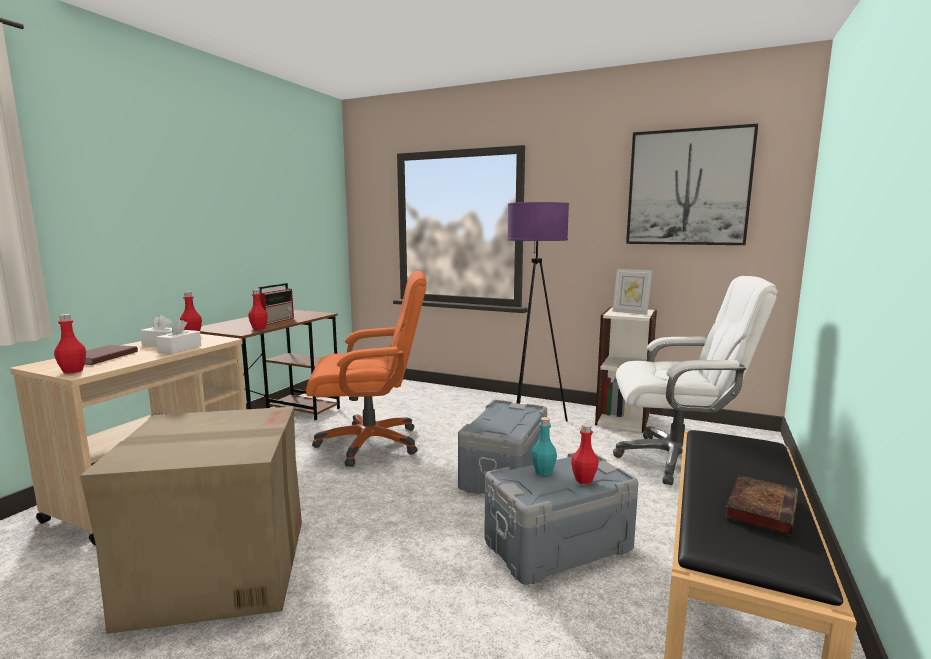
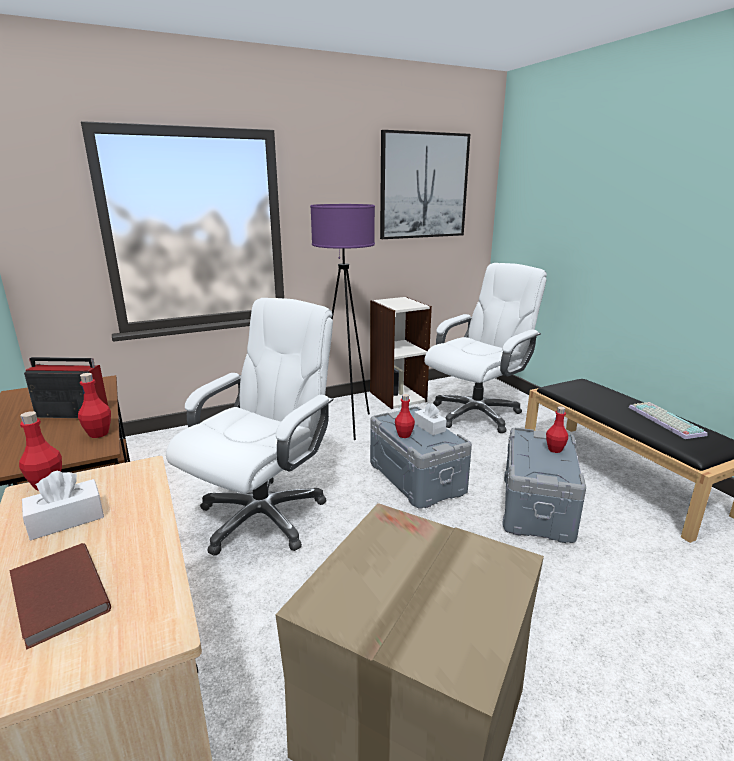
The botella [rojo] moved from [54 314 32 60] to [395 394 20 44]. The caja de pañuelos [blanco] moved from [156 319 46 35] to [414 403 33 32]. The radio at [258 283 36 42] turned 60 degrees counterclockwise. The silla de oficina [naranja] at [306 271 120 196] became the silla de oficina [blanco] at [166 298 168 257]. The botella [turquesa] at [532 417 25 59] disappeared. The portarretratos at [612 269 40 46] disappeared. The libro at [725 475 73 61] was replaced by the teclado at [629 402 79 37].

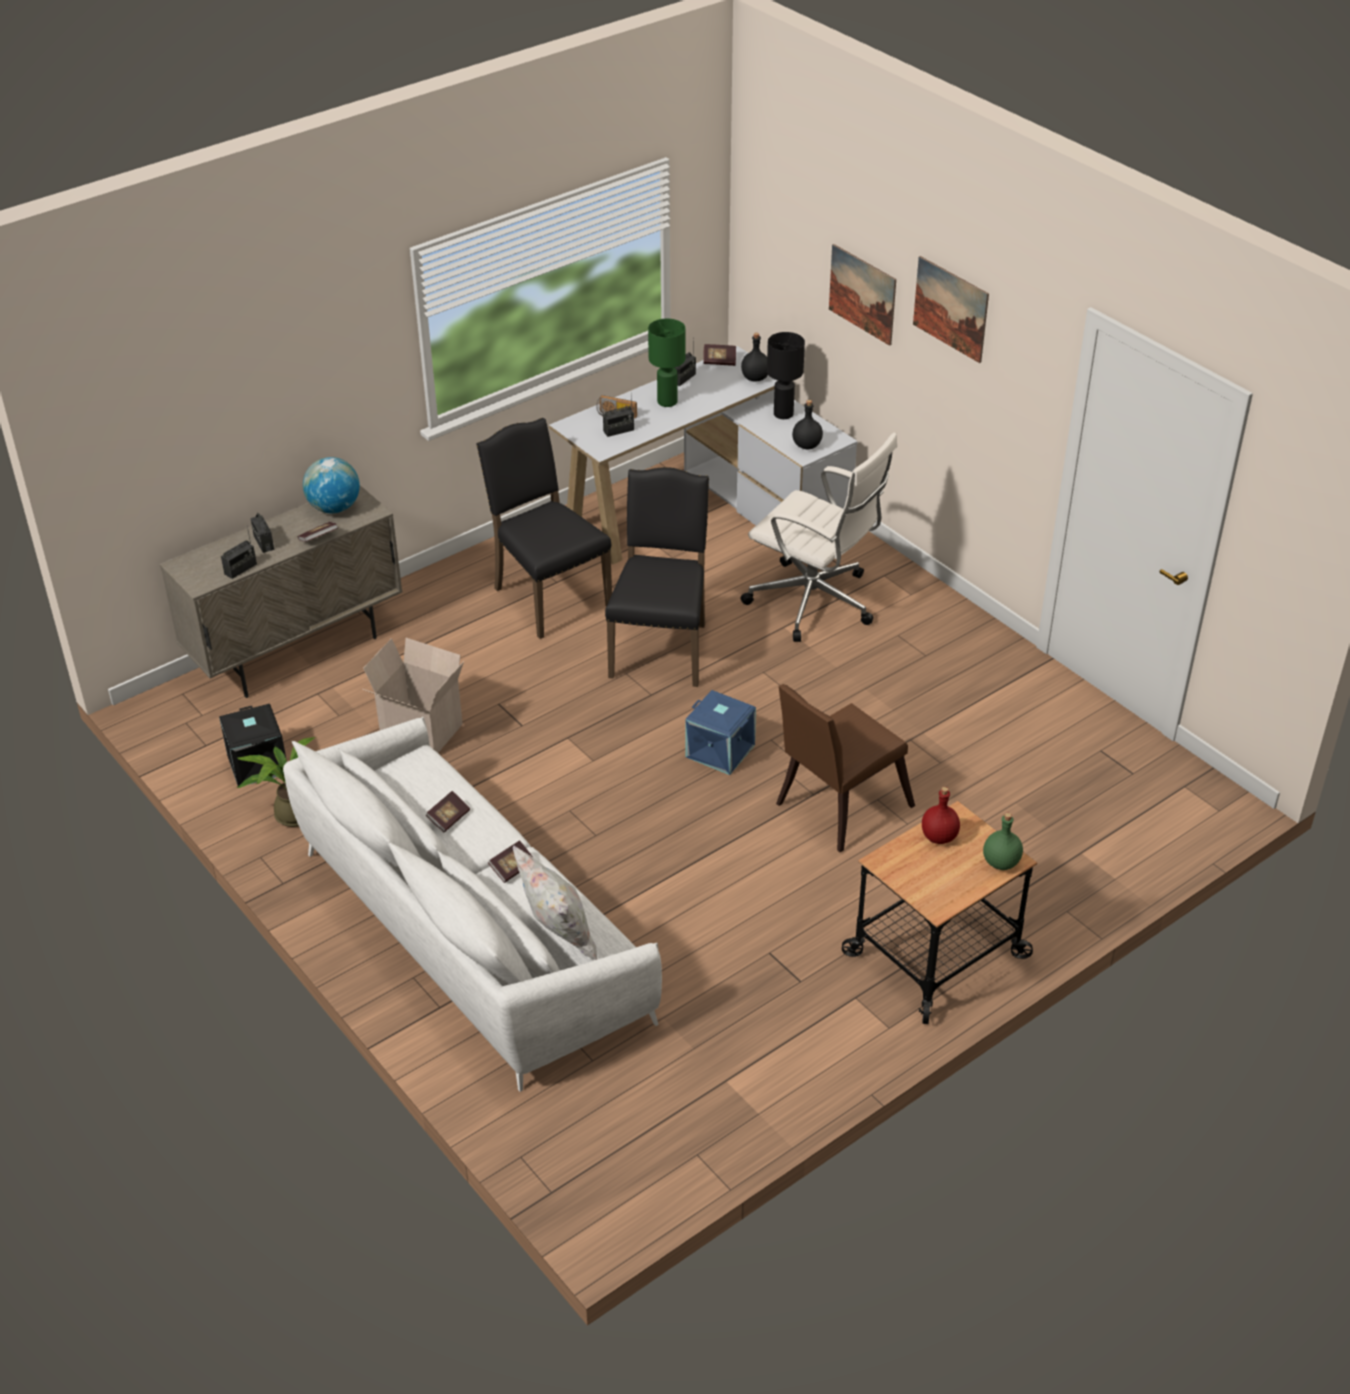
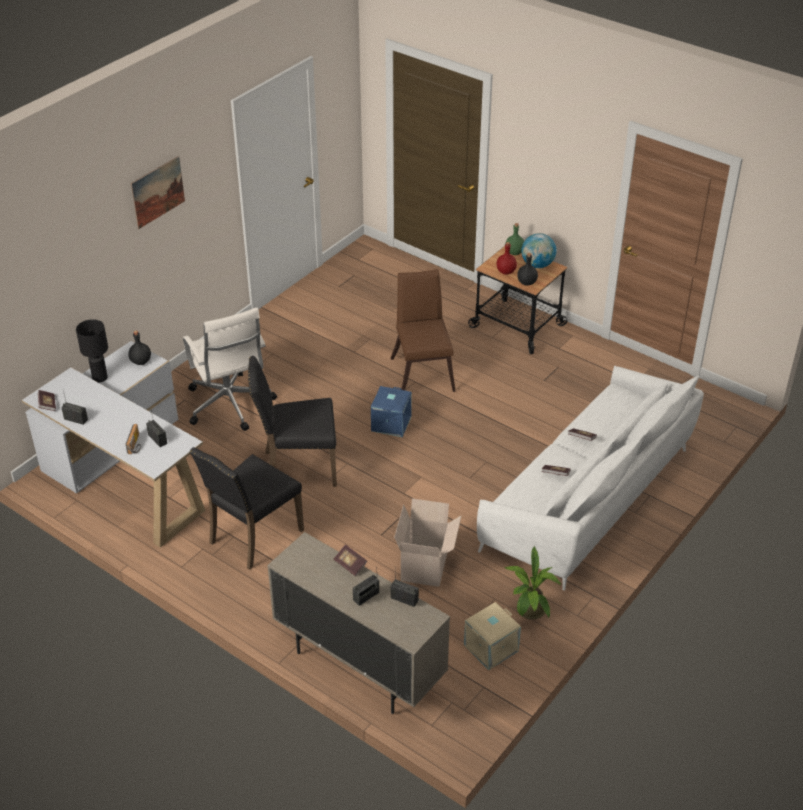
The caja de almacenaje [negro] at [219 704 67 82] became the caja de almacenaje [beis] at [464 602 57 68]. The globo terráqueo moved from [303 457 57 56] to [521 233 35 35]. The cojín [blanco] at [513 846 84 114] disappeared. The lámpara de mesa [verde] at [648 319 38 88] disappeared. The botella [negro] moved from [741 333 27 48] to [517 253 21 33]. The silla de oficina [blanco] at [741 433 156 209] turned 135 degrees clockwise. The silla [marrón] at [776 684 139 168] turned 135 degrees counterclockwise. The cuadro at [829 244 67 102] disappeared.

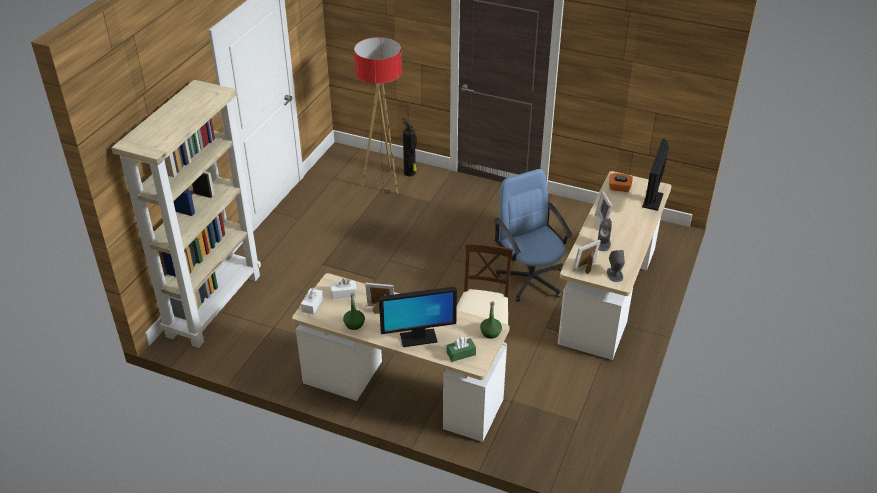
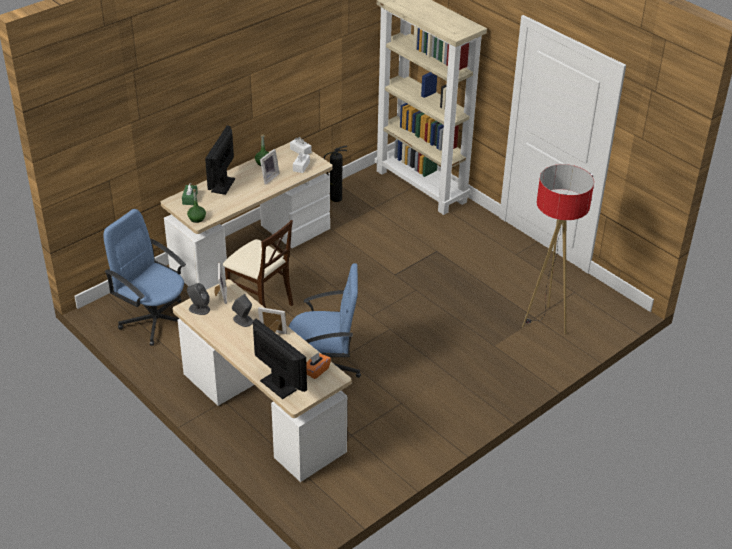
The extintor moved from [402 118 15 58] to [323 145 24 57]. The silla de oficina [azul] at [103 209 83 137] appeared.

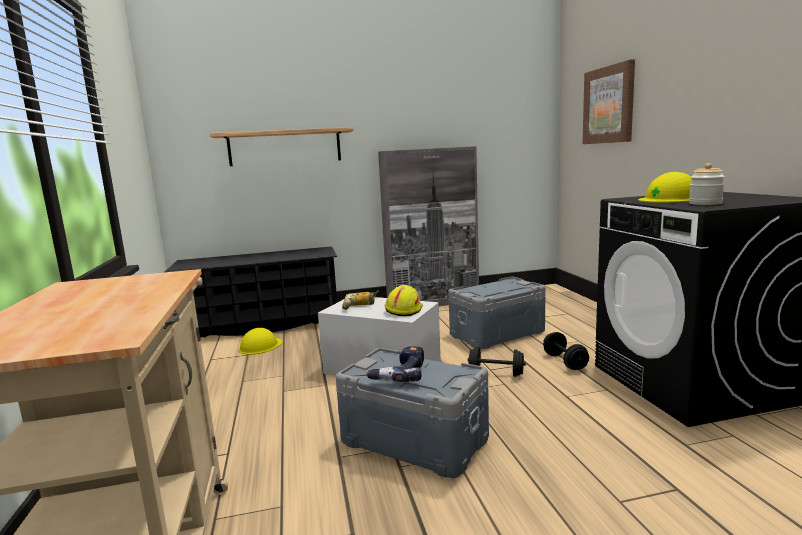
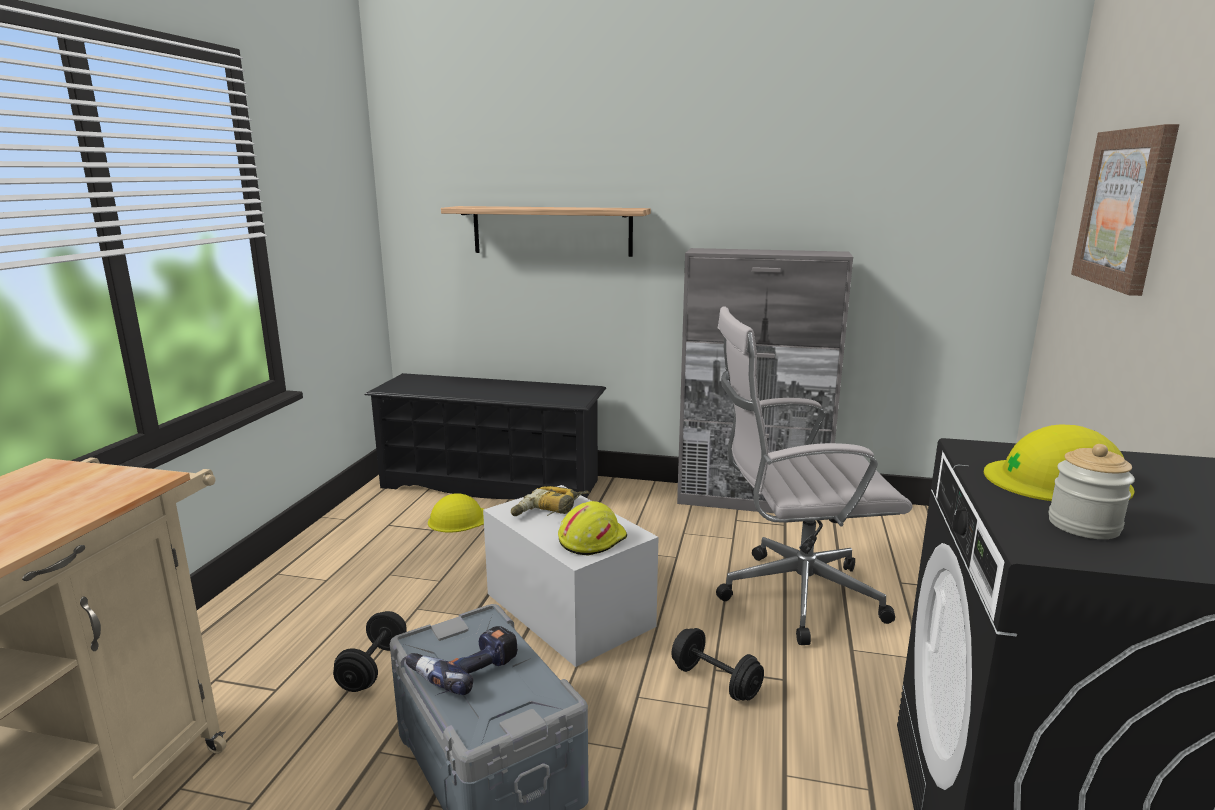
The caja de almacenaje [gris] at [448 276 98 73] was replaced by the silla de oficina [blanco] at [716 306 196 339]. The mancuerna [negro] moved from [543 332 46 38] to [333 611 73 81].

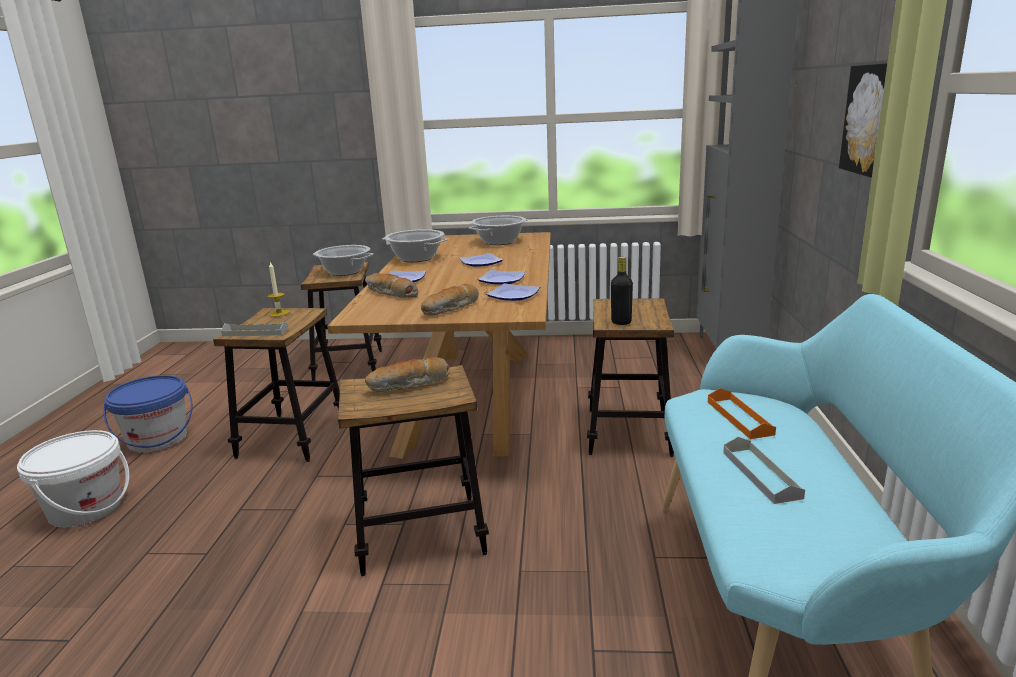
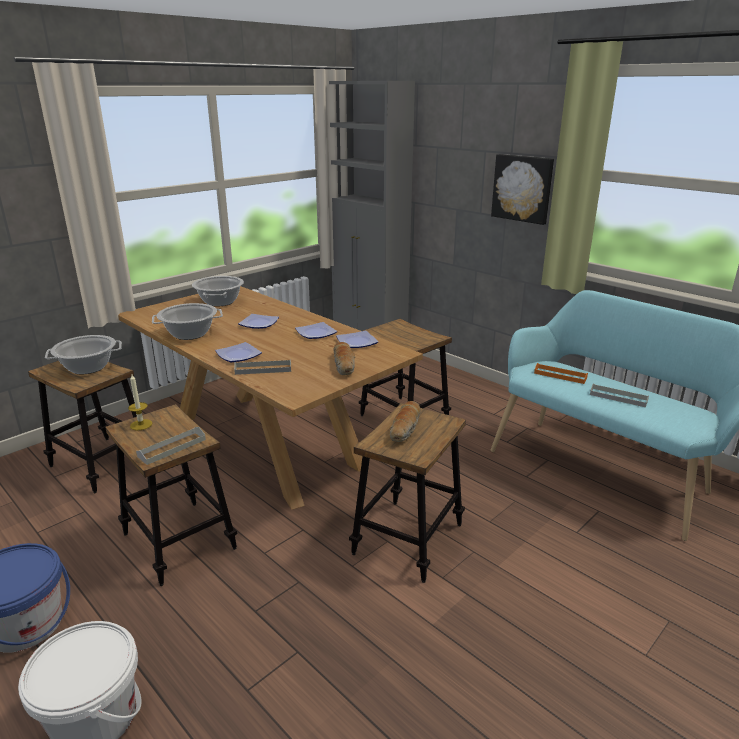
The pan at [365 273 53 25] was replaced by the bandeja [gris] at [234 359 57 16]. The botella [negro] at [611 257 22 68] disappeared.

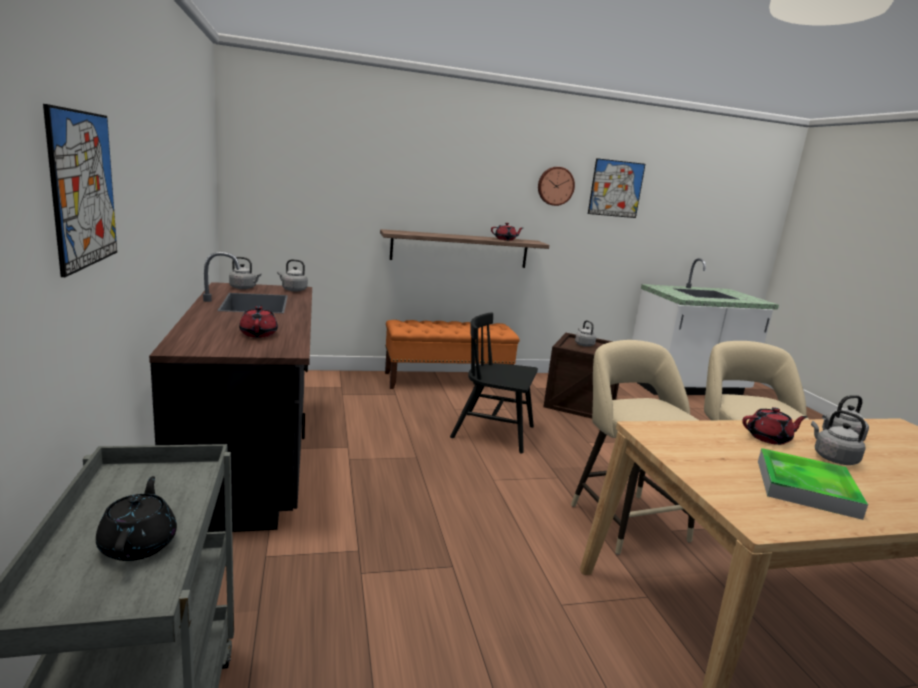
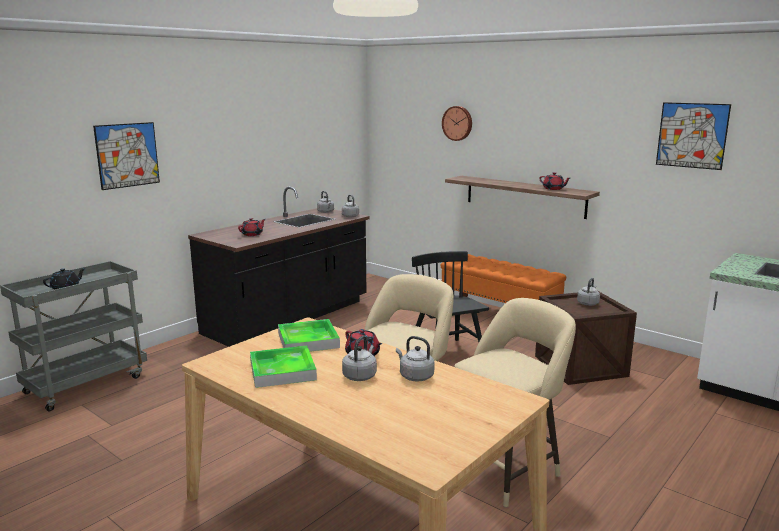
The reloj de pared moved from [538 167 37 39] to [442 106 30 35]. The bandeja at [278 319 62 33] appeared.

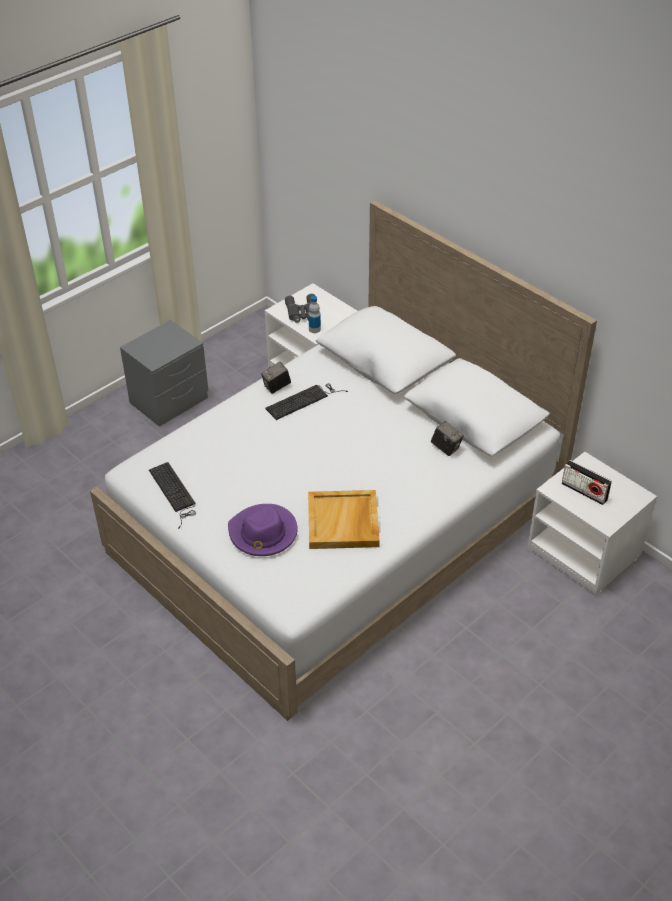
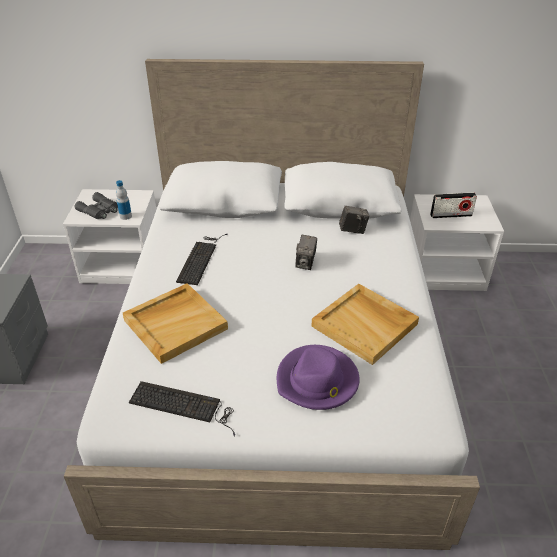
The cámara moved from [261 362 30 32] to [295 235 22 35]. The bandeja [beis] at [123 283 105 81] appeared.

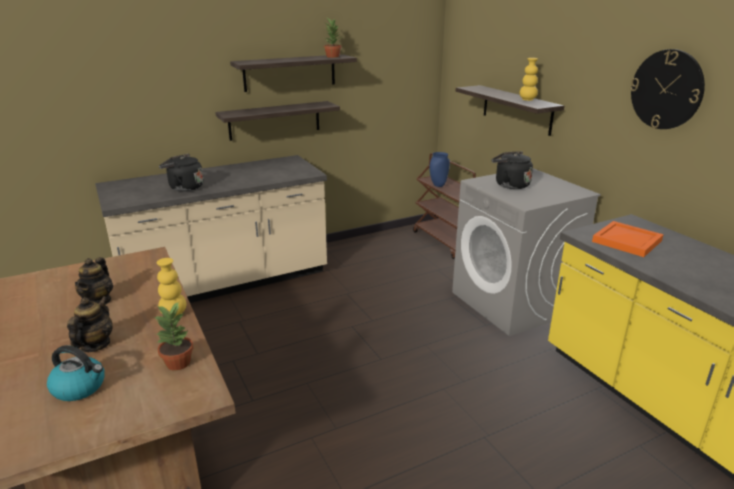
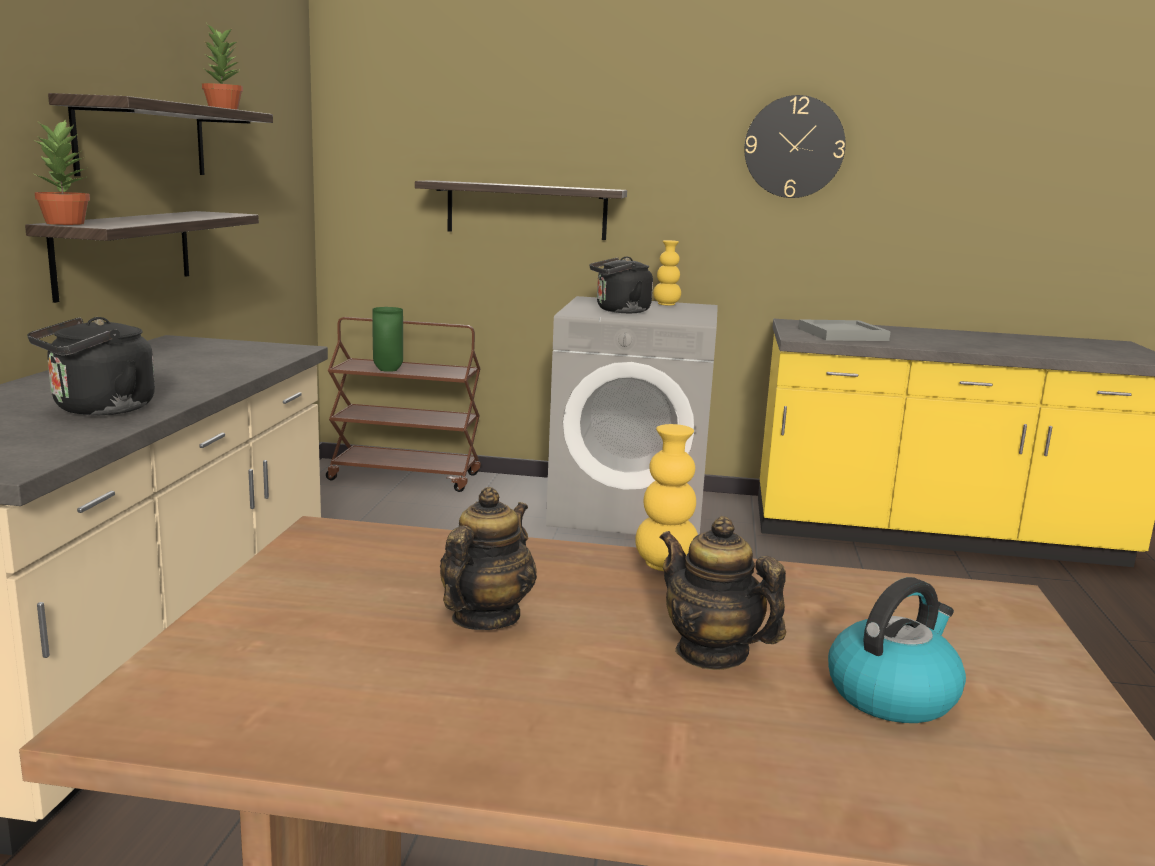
The tetera at [75 257 38 48] turned 105 degrees counterclockwise. The planta en maceta moved from [154 302 39 69] to [35 119 55 106]. The florero [azul] at [430 152 20 35] became the florero [verde] at [372 307 31 65]. The florero [amarillo] moved from [520 58 18 43] to [653 240 28 66]. The bandeja [naranja] at [592 221 72 36] became the bandeja [gris] at [798 319 93 22].

